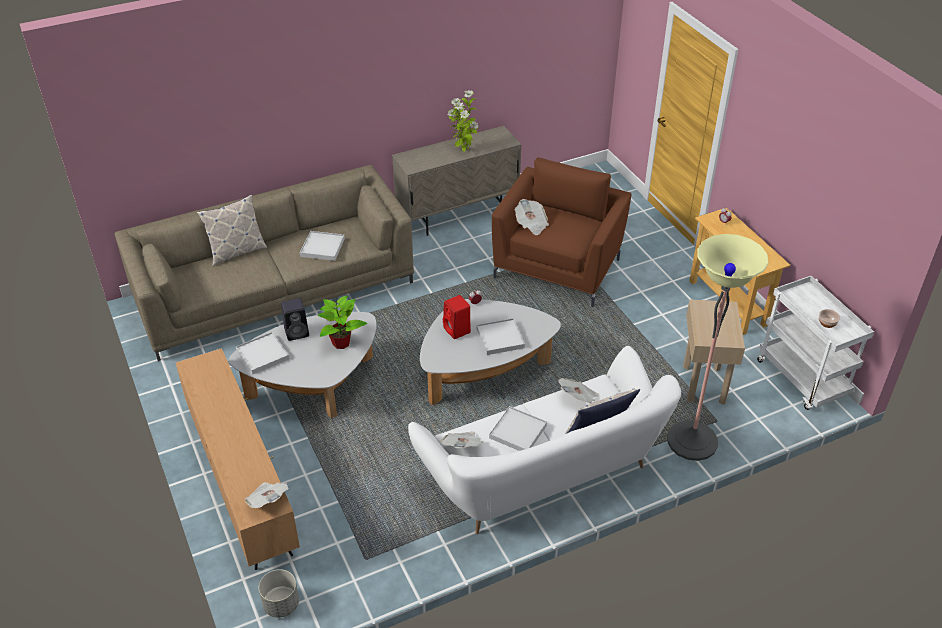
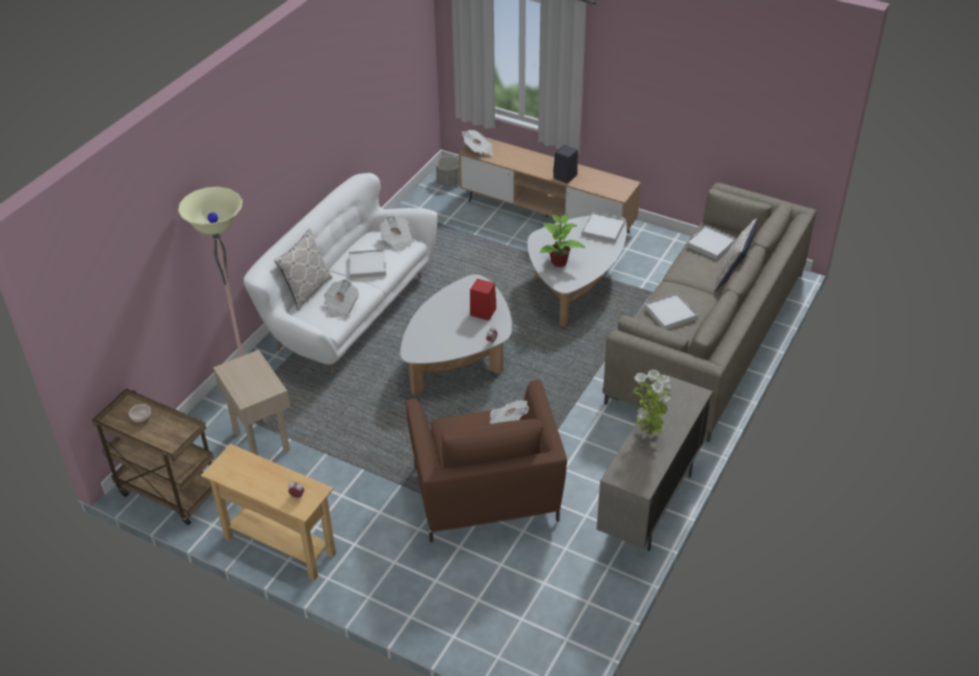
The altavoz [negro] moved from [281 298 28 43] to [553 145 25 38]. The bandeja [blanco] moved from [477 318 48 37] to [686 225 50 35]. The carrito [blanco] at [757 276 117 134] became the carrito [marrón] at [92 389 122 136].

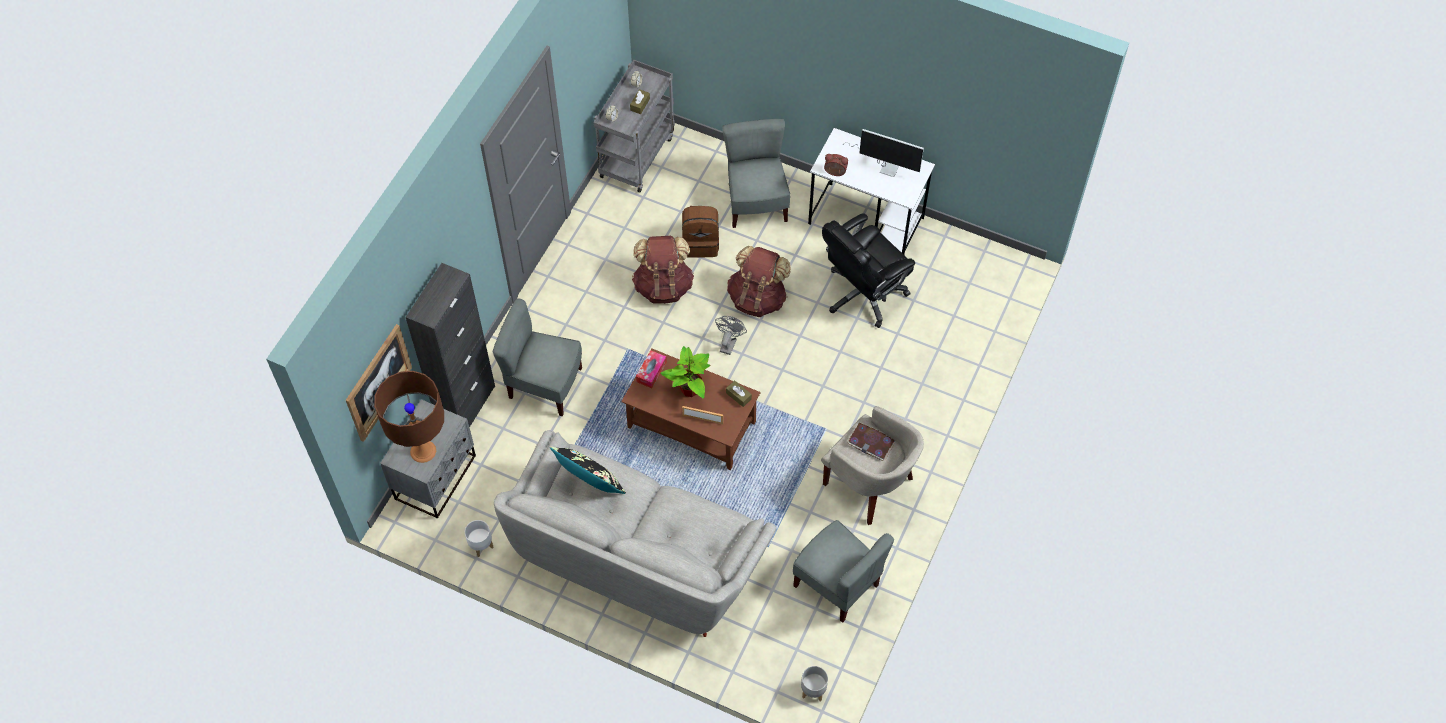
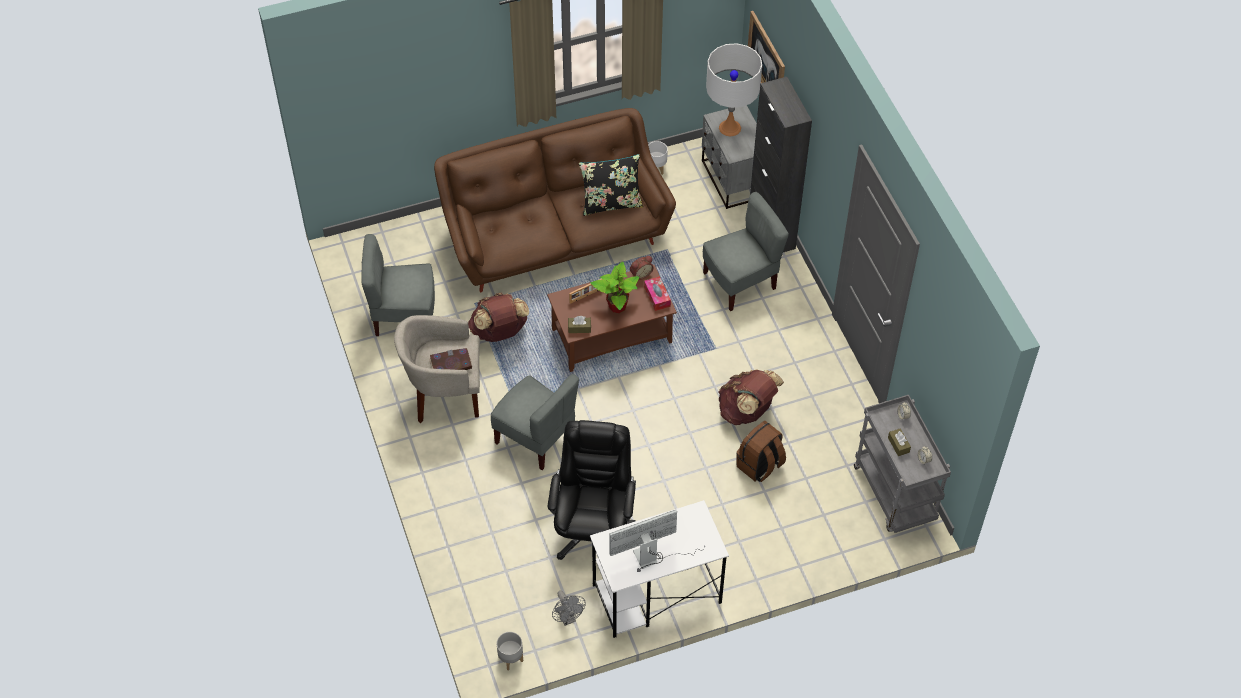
The lámpara de mesa [marrón] at [374 371 70 92] became the lámpara de mesa [blanco] at [706 43 56 93]. The sofá [gris] at [494 430 282 207] became the sofá [marrón] at [434 108 242 184]. The ventilador [gris] moved from [715 316 32 39] to [552 590 34 36]. The silla [gris] moved from [722 119 68 109] to [491 374 88 96]. The mochila [marrón] moved from [727 246 64 71] to [468 292 61 50]. The maceta [gris] moved from [801 666 27 35] to [497 632 26 38]. The despertador moved from [824 154 24 22] to [630 256 24 24].

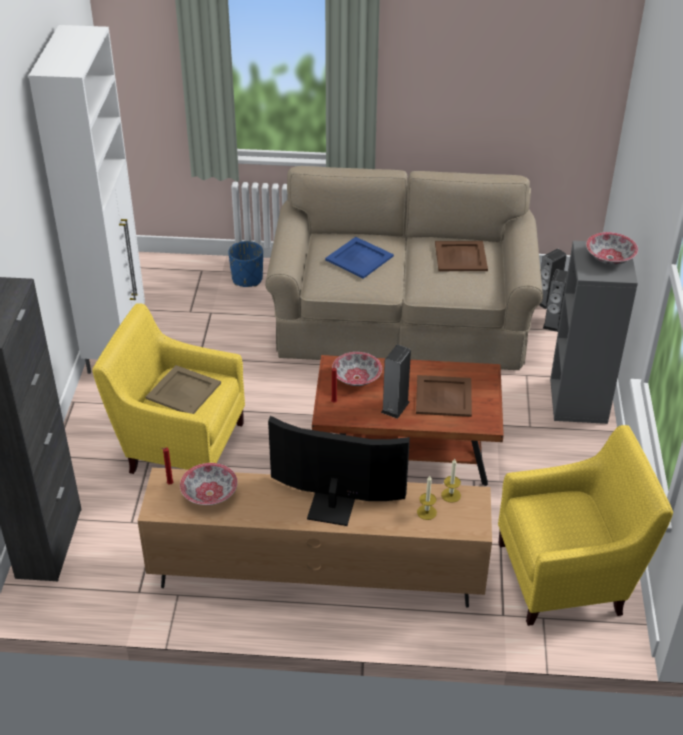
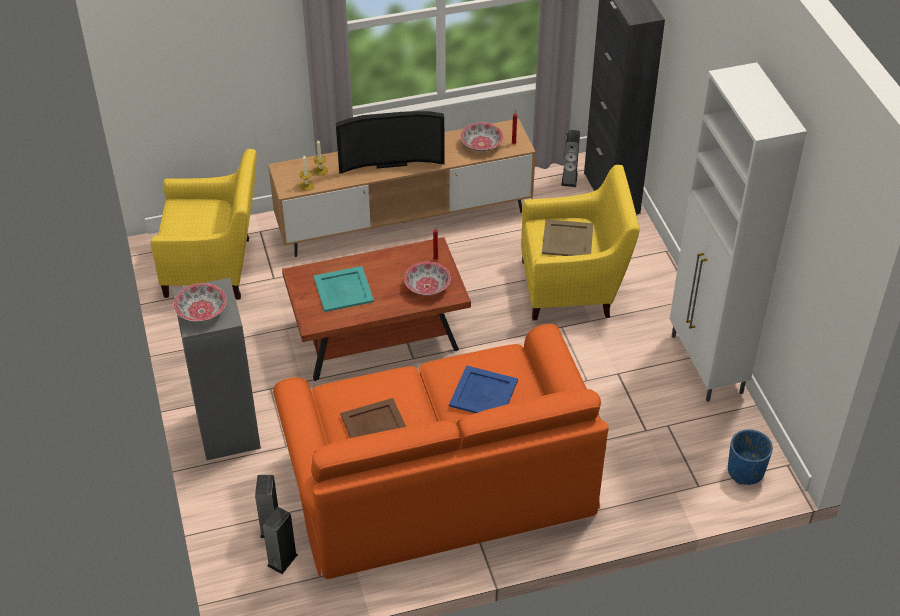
The maceta [azul] moved from [228 241 35 46] to [728 429 45 56]. The sofá [beis] at [265 166 278 204] became the sofá [naranja] at [273 324 336 255]. The altavoz moved from [381 345 30 74] to [561 130 19 57]. The bandeja [marrón] at [416 375 56 42] became the bandeja [turquesa] at [314 266 60 46]. The sillón [amarillo] at [498 425 175 201] turned 150 degrees counterclockwise.

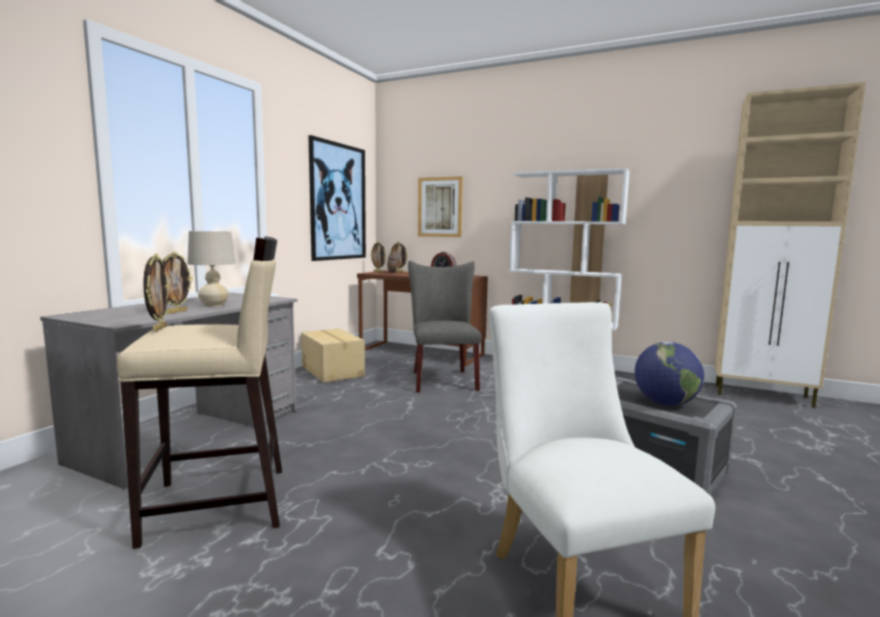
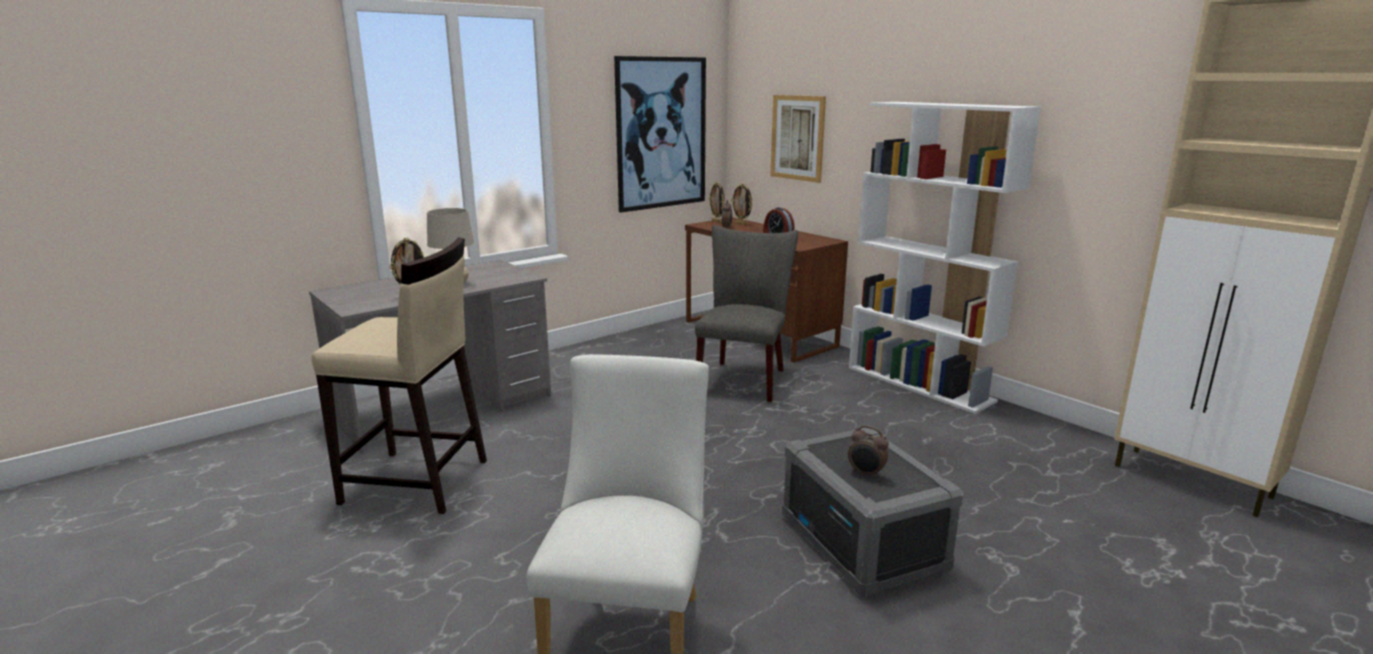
The portarretratos at [143 254 26 78] disappeared. The caja de cartón at [301 328 64 55] disappeared. The globo terráqueo at [635 342 69 64] was replaced by the despertador at [848 426 41 53].

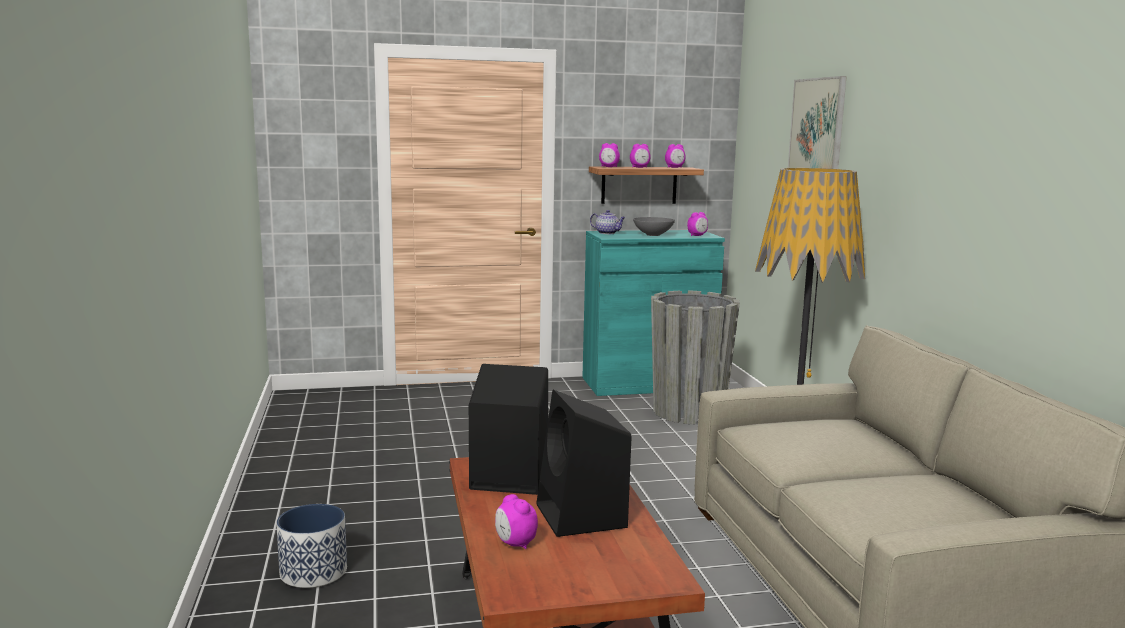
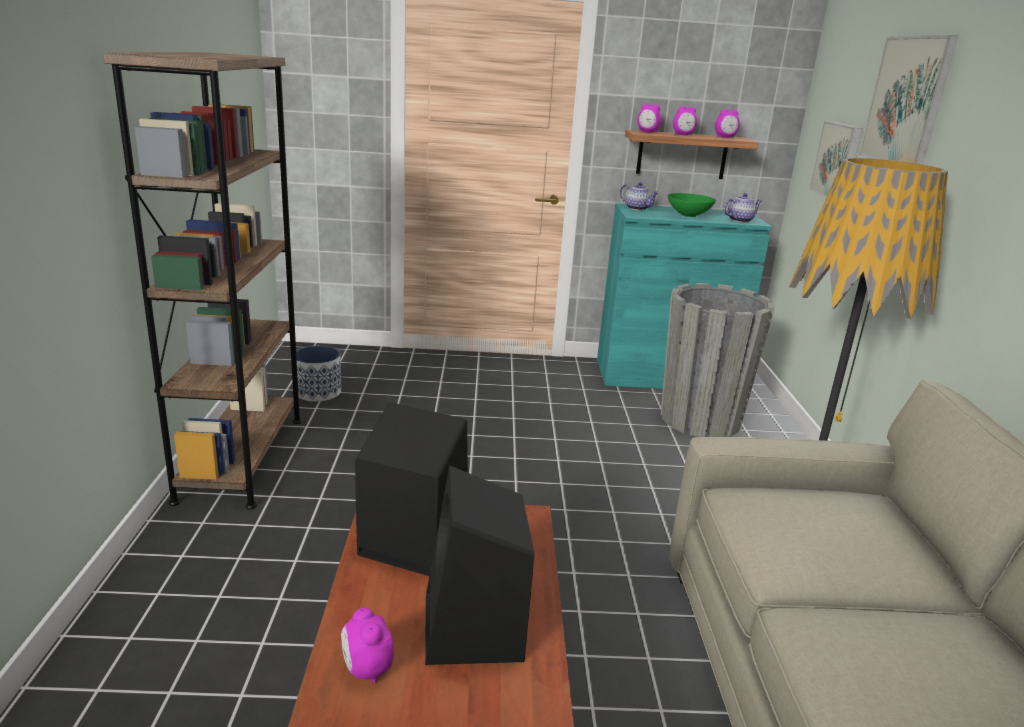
The maceta moved from [276 504 71 84] to [296 346 45 56]. The cuenco [gris] at [633 217 42 19] became the cuenco [verde] at [668 193 48 24]. The despertador at [687 212 21 24] was replaced by the tetera at [724 193 38 30]. The estantería [marrón] at [103 52 199 457] appeared. The cuadro at [810 121 53 76] appeared.

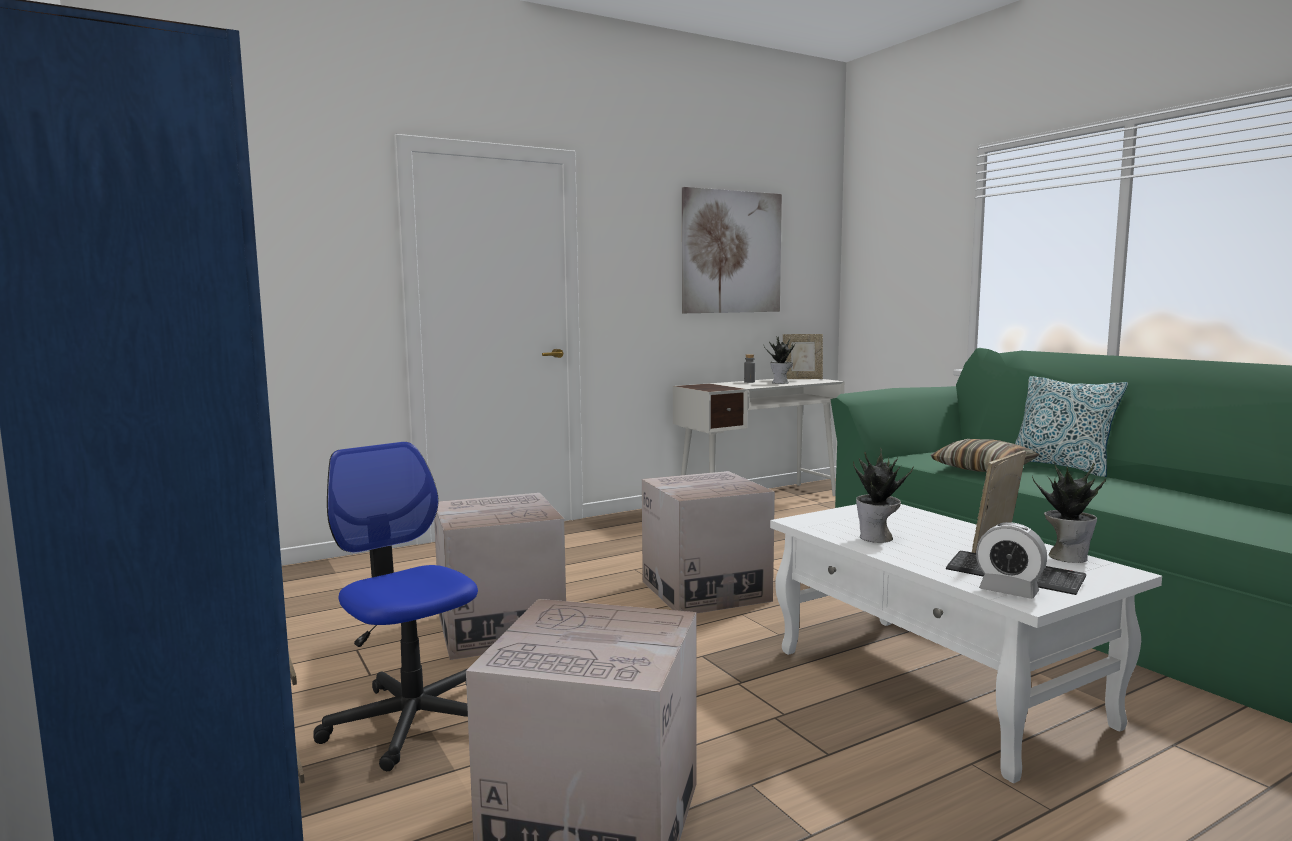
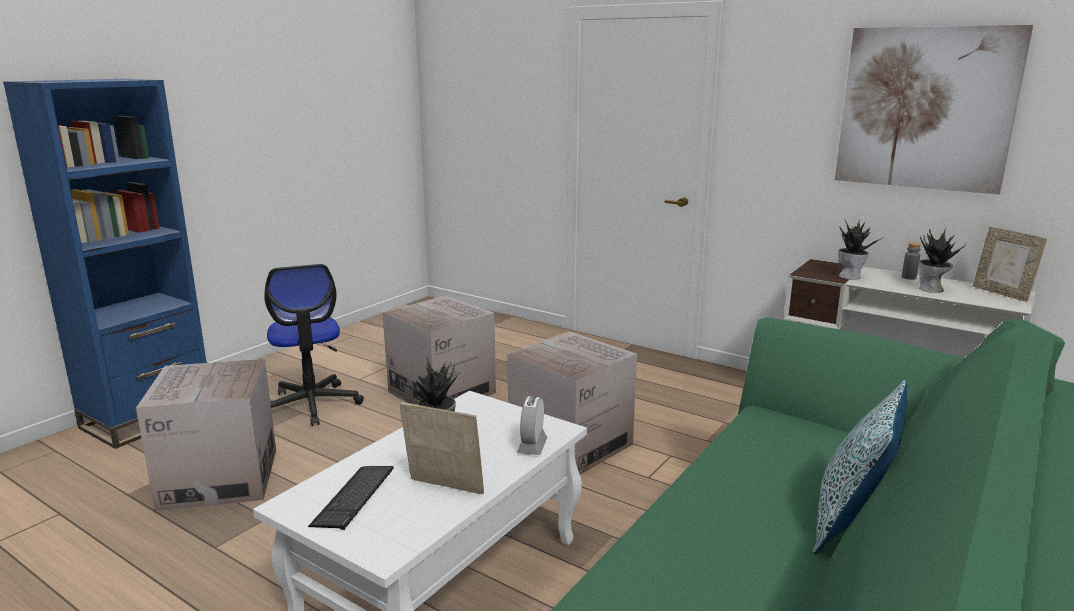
The silla de oficina at [313 442 165 329] turned 135 degrees clockwise. The cojín at [931 439 109 33] disappeared. The despertador moved from [976 522 71 77] to [517 396 30 59]. The planta en maceta moved from [1032 462 74 101] to [838 220 43 60].

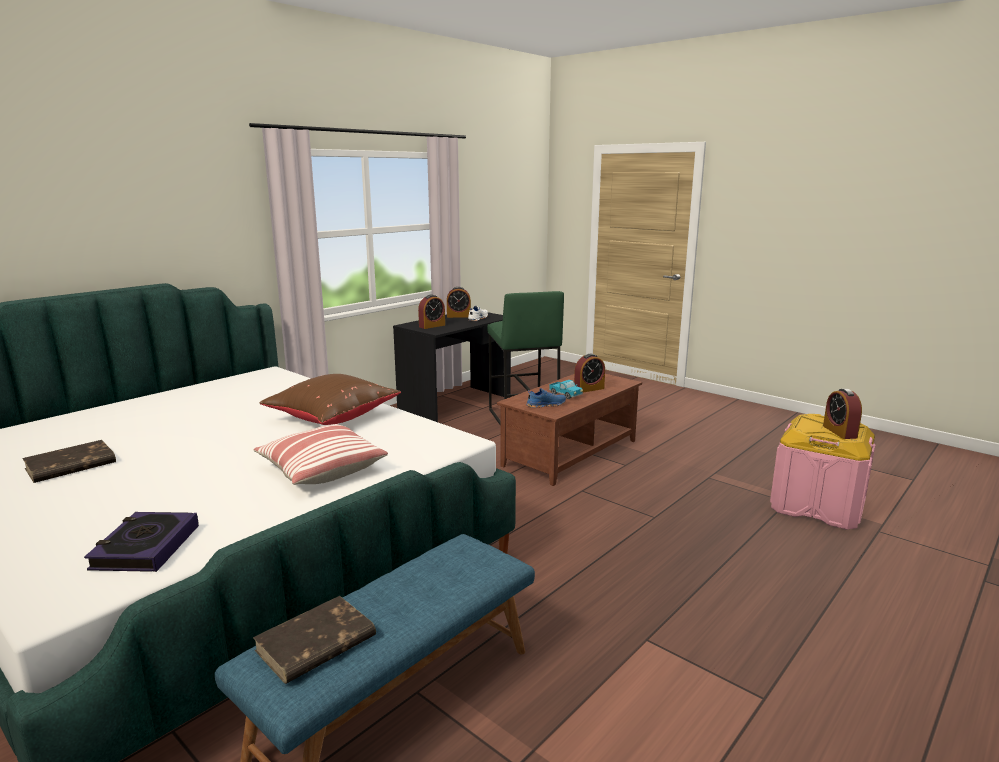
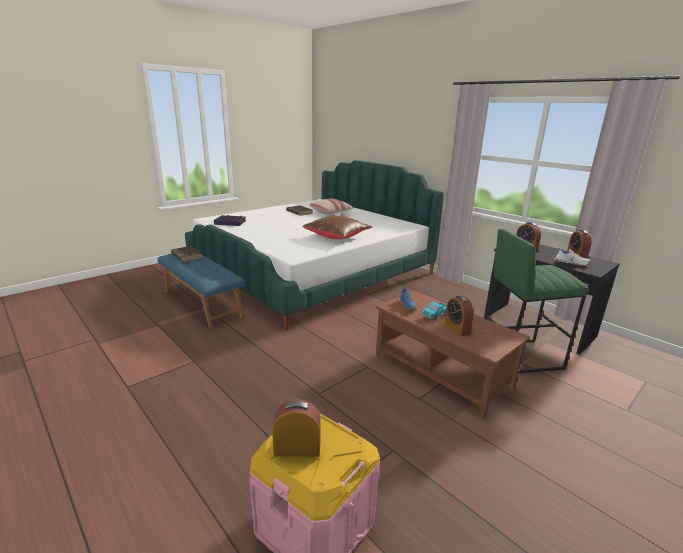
The cojín moved from [254 425 134 60] to [309 199 45 16].

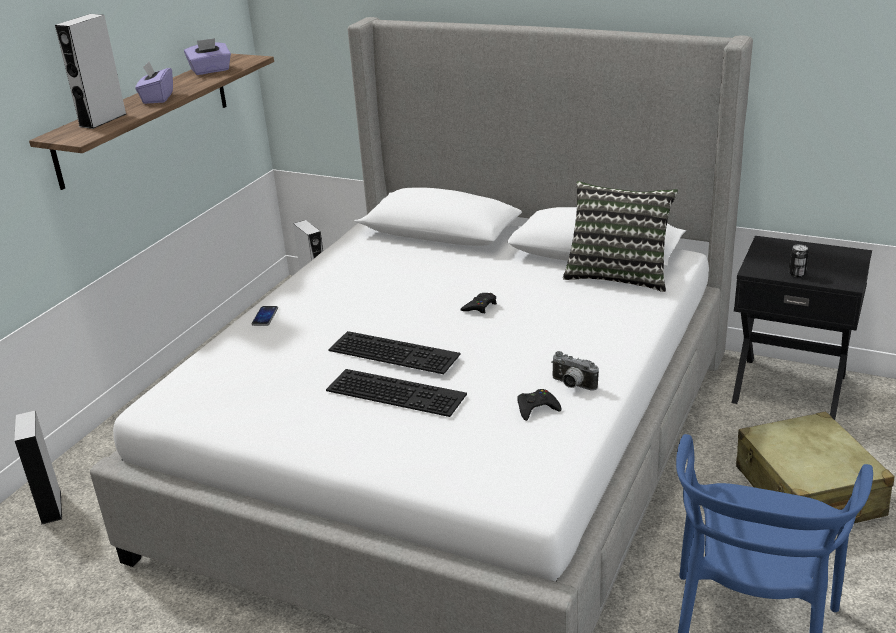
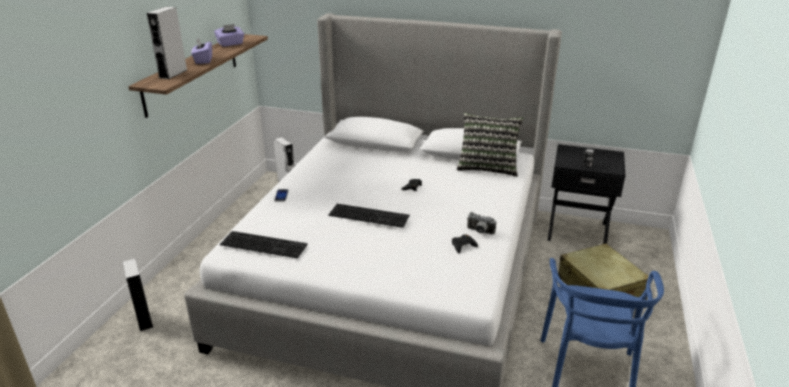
The teclado moved from [326 369 141 48] to [220 231 88 28].

